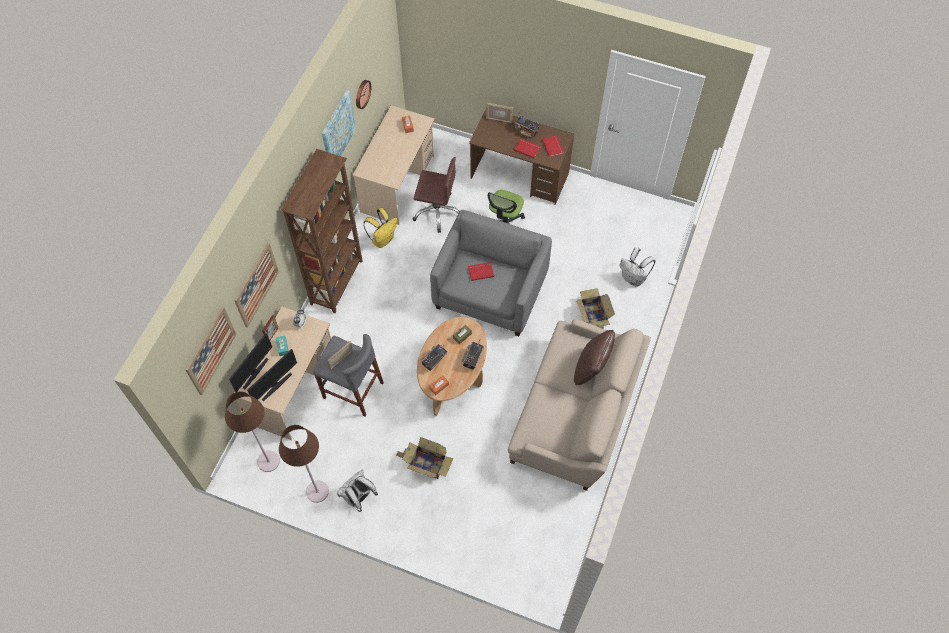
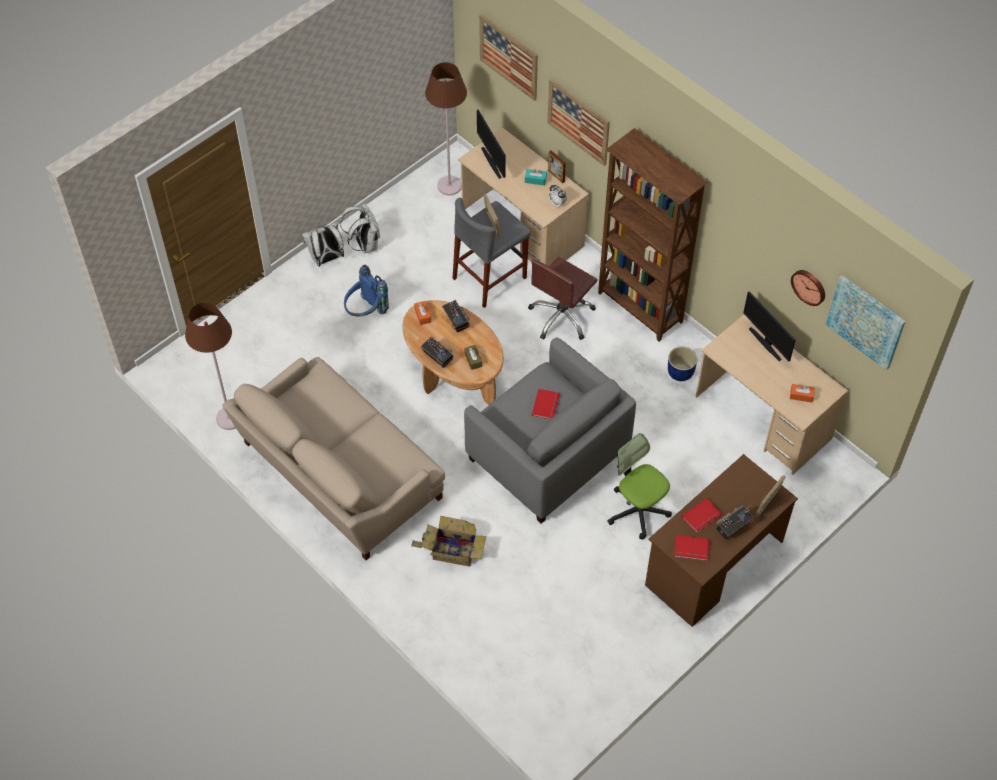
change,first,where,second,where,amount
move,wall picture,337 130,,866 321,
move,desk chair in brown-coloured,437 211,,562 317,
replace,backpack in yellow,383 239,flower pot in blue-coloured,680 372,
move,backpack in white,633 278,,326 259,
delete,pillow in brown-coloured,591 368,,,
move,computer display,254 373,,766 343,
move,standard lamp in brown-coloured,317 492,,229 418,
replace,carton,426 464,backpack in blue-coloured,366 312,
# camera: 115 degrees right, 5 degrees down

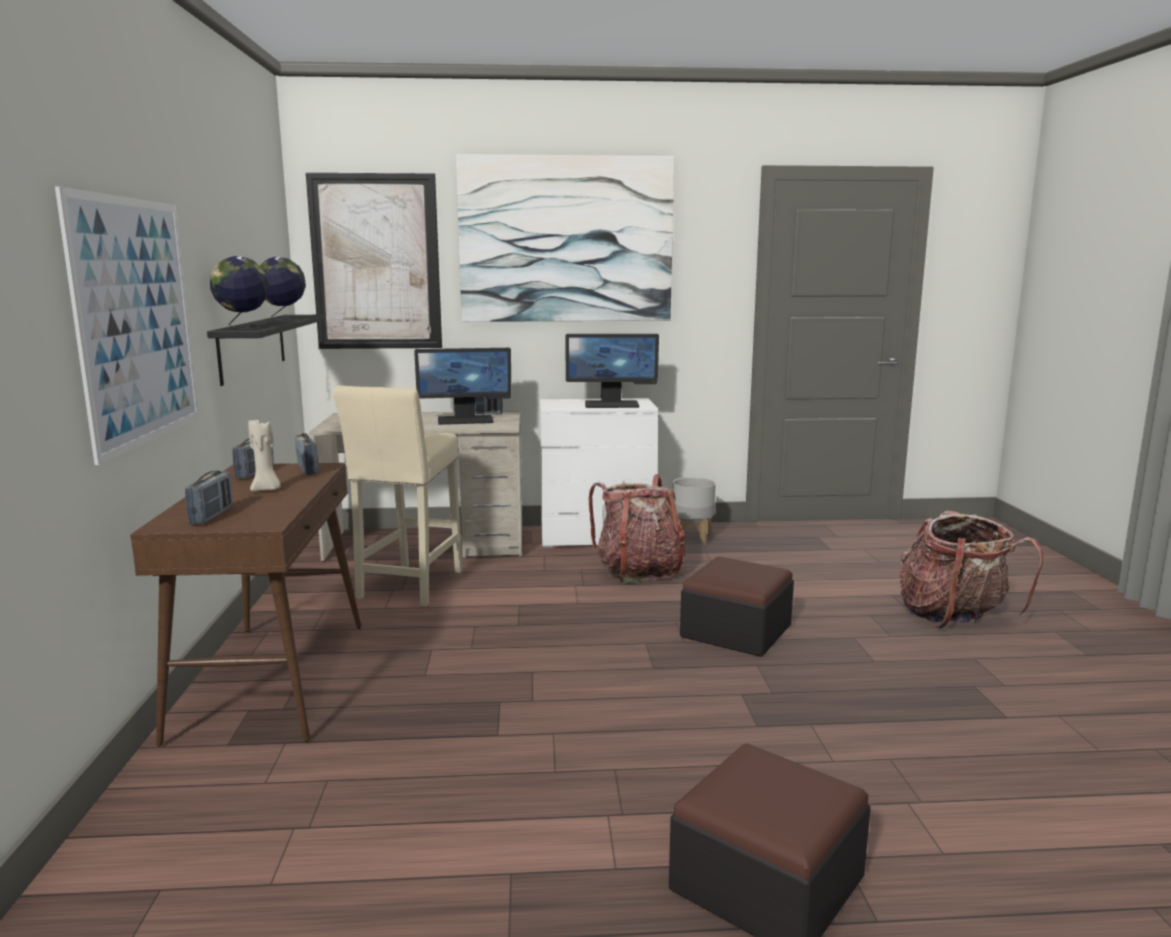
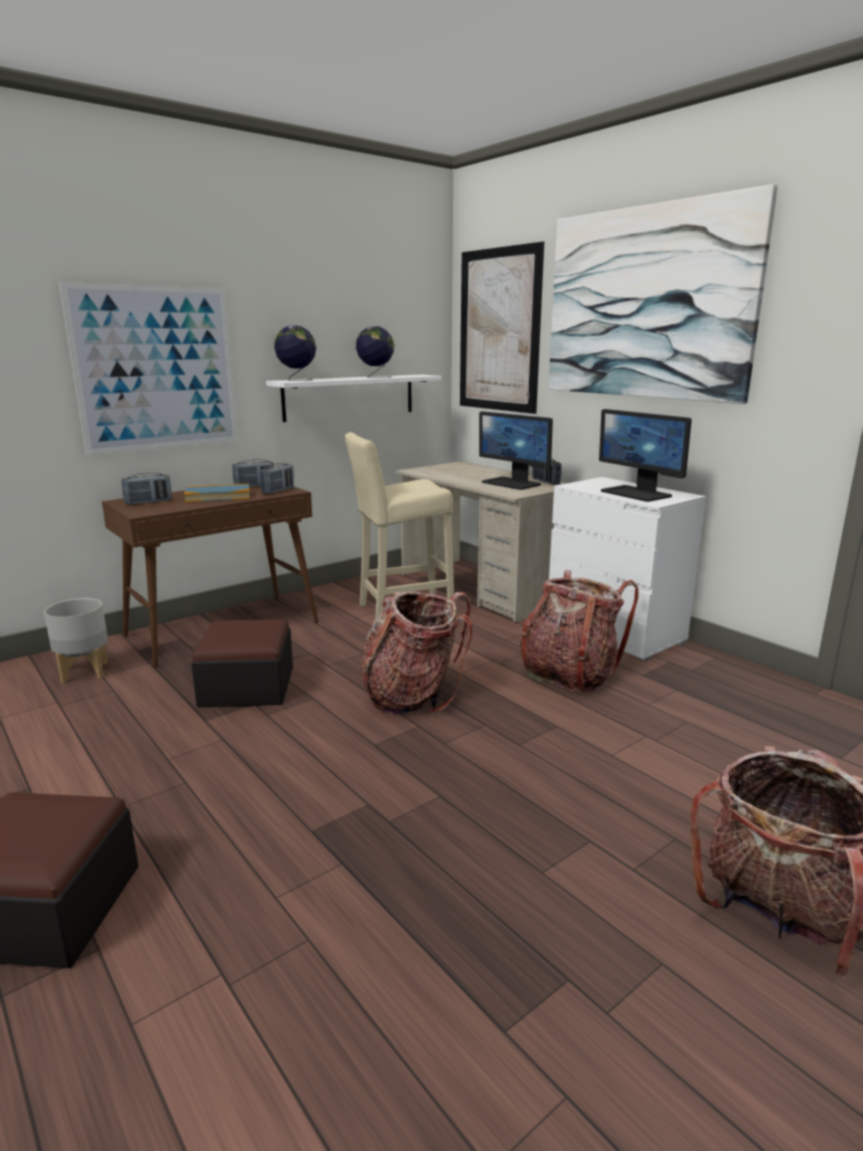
change,first,where,second,where,amount
recolor,shelf in black,253 347,shelf in white,350 397,
replace,candle in beige,266 489,bound book,218 496,
move,flower pot in gray,692 538,,85 672,
move,pouffe,736 631,,247 686,
insert,,,backpack,413 696,
# camera: 55 degrees right, 5 degrees up

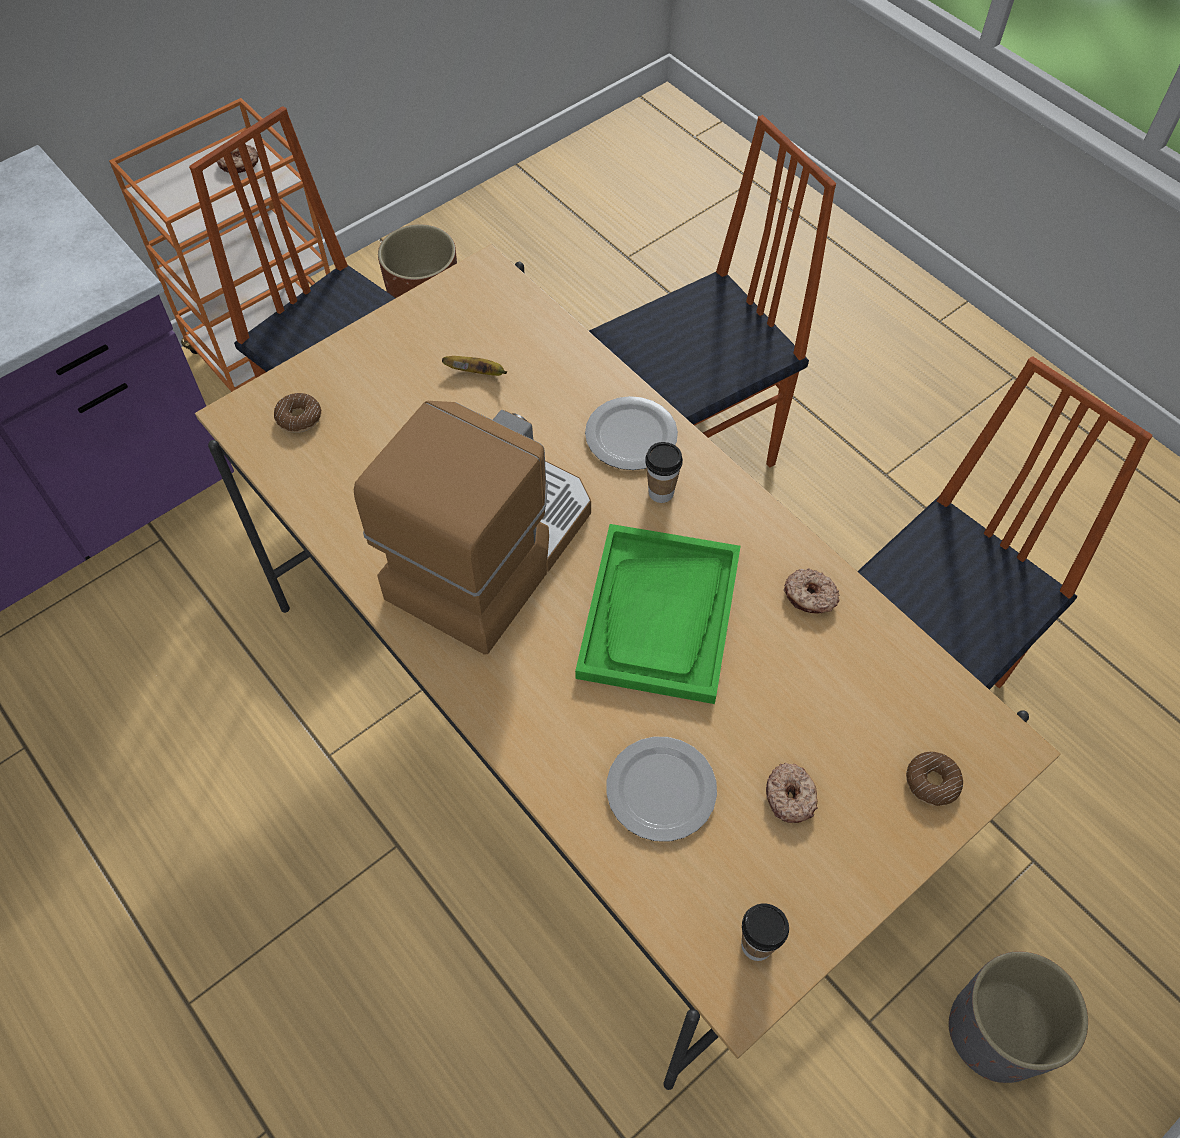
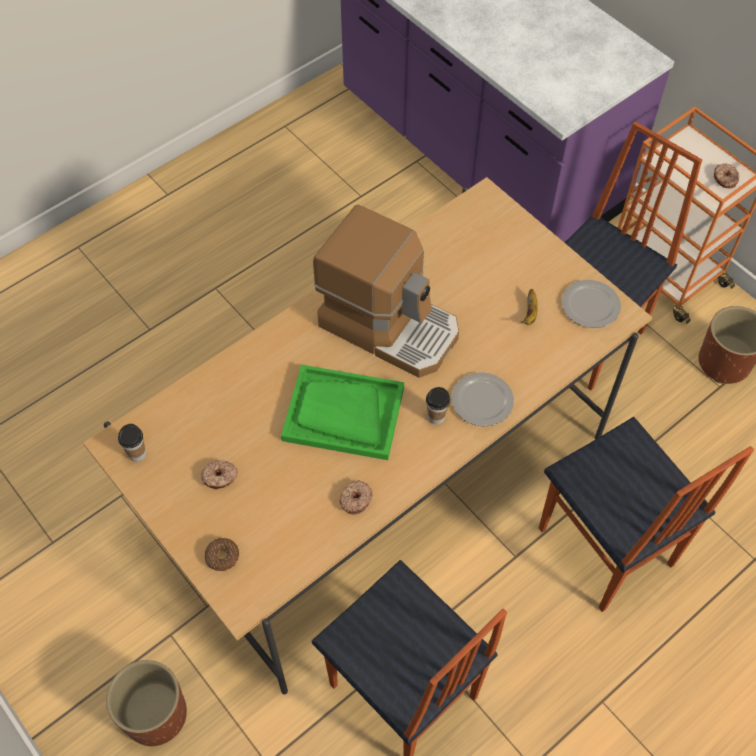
change,first,where,second,where,amount
delete,ring doughnut,299 418,,,
move,flat dish,659 789,,591 305,
recolor,flower pot in gray,996 1033,flower pot in brown-coloured,155 714,
# camera: 90 degrees right, 0 degrees up

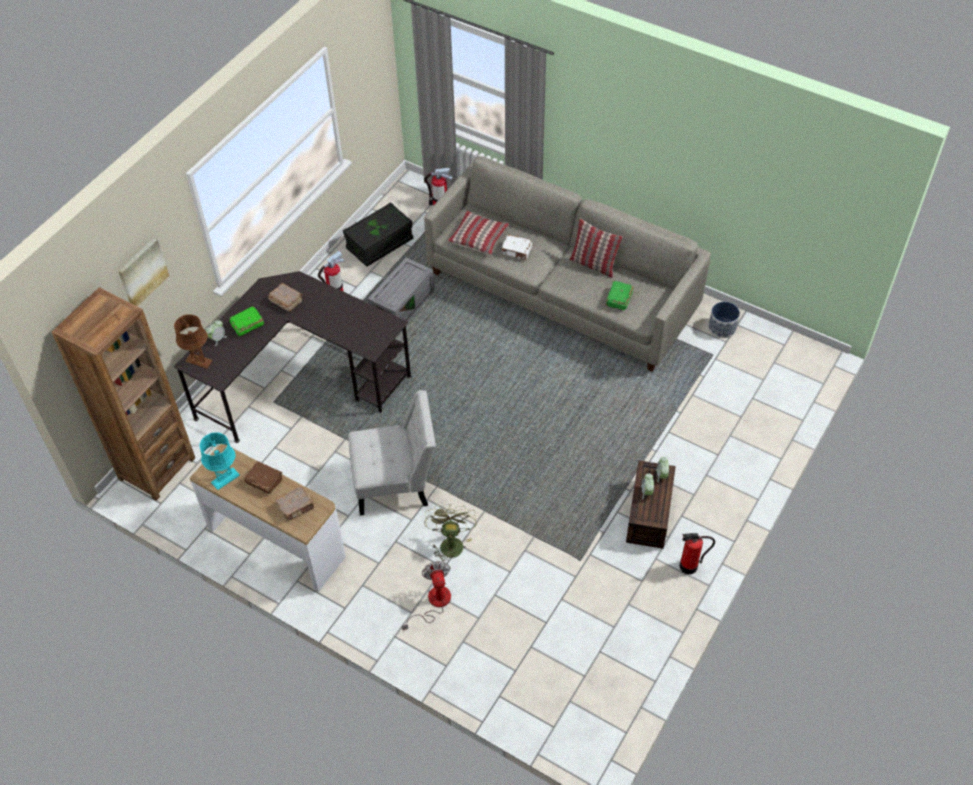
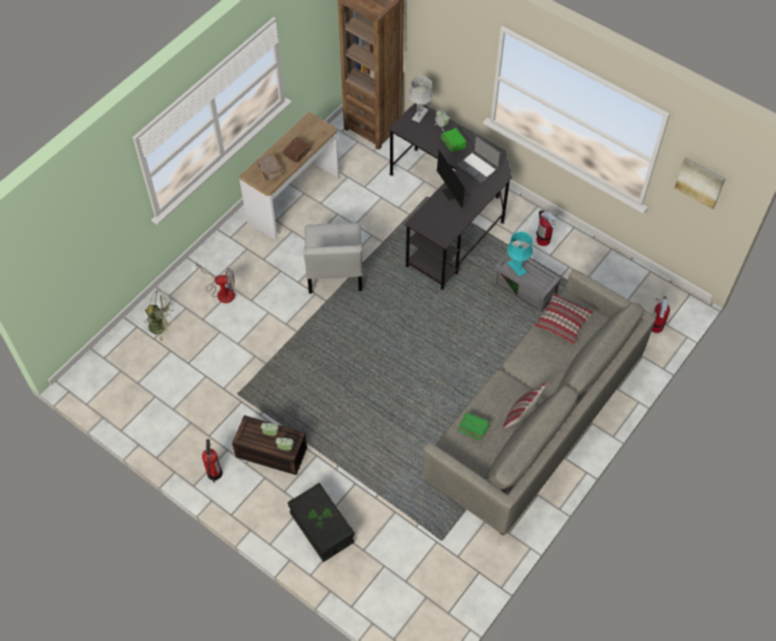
change,first,where,second,where,amount
move,storage container in black,379 244,,322 528,
delete,bound book in white,517 251,,,
move,wall picture,142 272,,700 182,
replace,bound book in brown-coloured,286 301,portable computer,478 167,
delete,flower pot,722 328,,,
recolor,tabletop lamp in brown-coloured,198 361,tabletop lamp in gray,420 114,
move,tabletop lamp in turquoise,225 478,,517 267,
move,electric fan in green,450 542,,162 326,
insert,,,computer display,452 195,
# camera: 95 degrees right, 5 degrees up

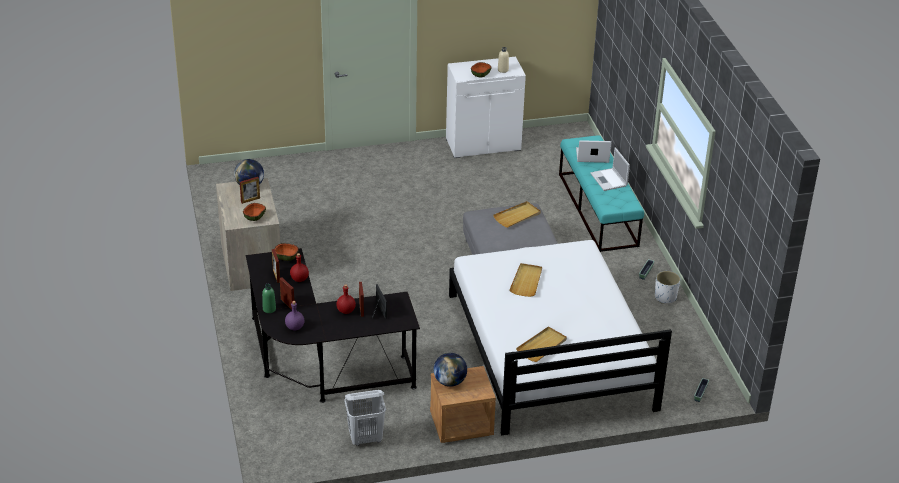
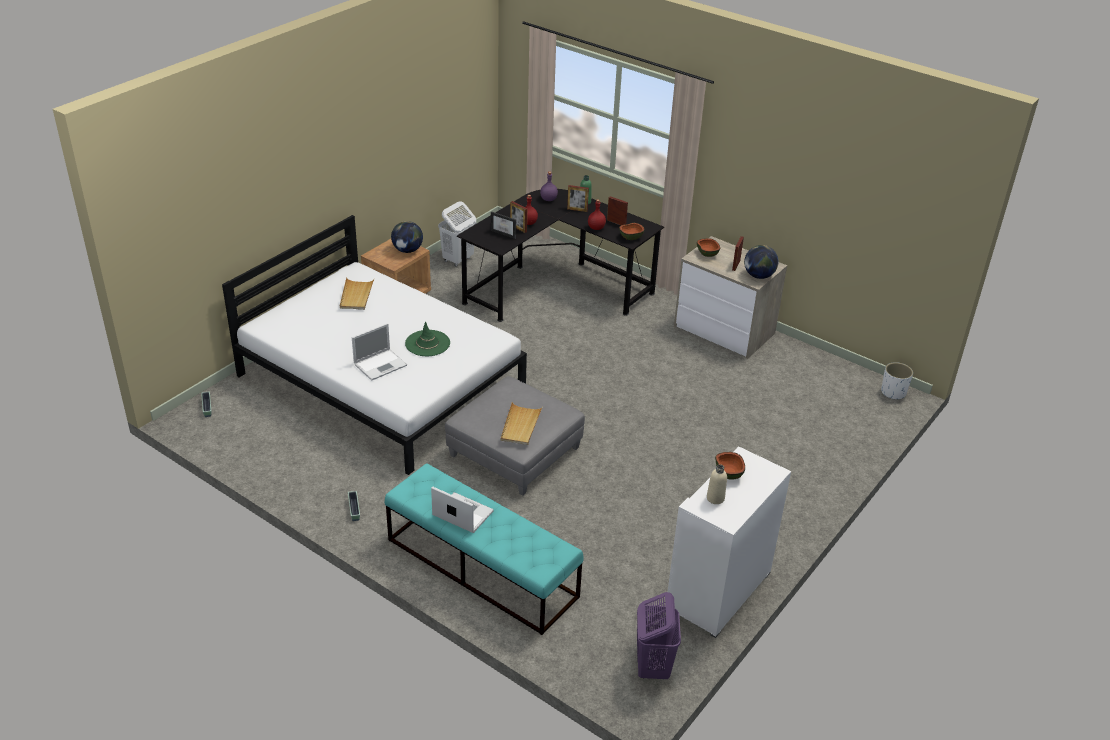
change,first,where,second,where,amount
move,portable computer,591 156,,381 364,
replace,serving tray in beige,526 281,hat in green,427 343,
move,flower pot in white,665 297,,893 392,
insert,,,laundry basket in purplish,652 666,
# camera: 140 degrees right, 0 degrees up

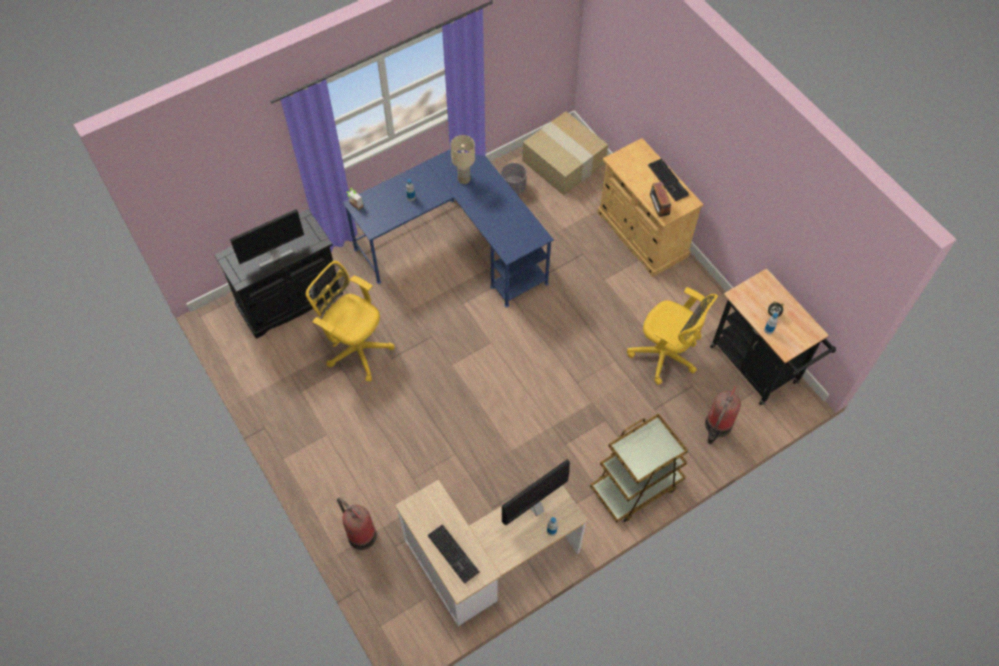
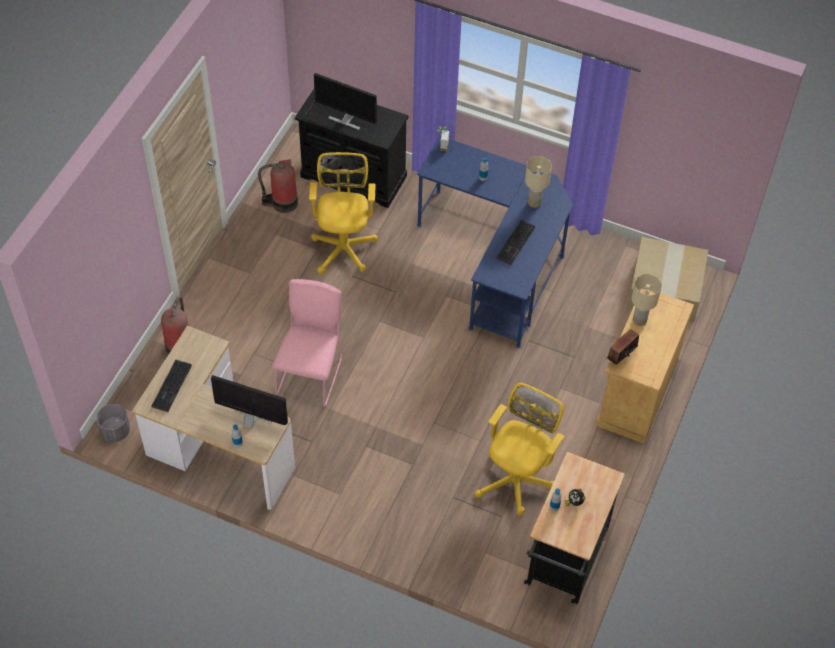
change,first,where,second,where,amount
move,keyboard,669 180,,516 244,
move,flower pot in gray,513 187,,116 431,
rotate,desk chair in yellow,665 356,,517 478,150 degrees counterclockwise
move,extinguisher,717 426,,282 203,
delete,trolley in brown-coloured,636 486,,,
insert,,,tabletop lamp in beige,639 320,
insert,,,upright chair in pink,311 372,
# camera: 55 degrees right, 5 degrees down

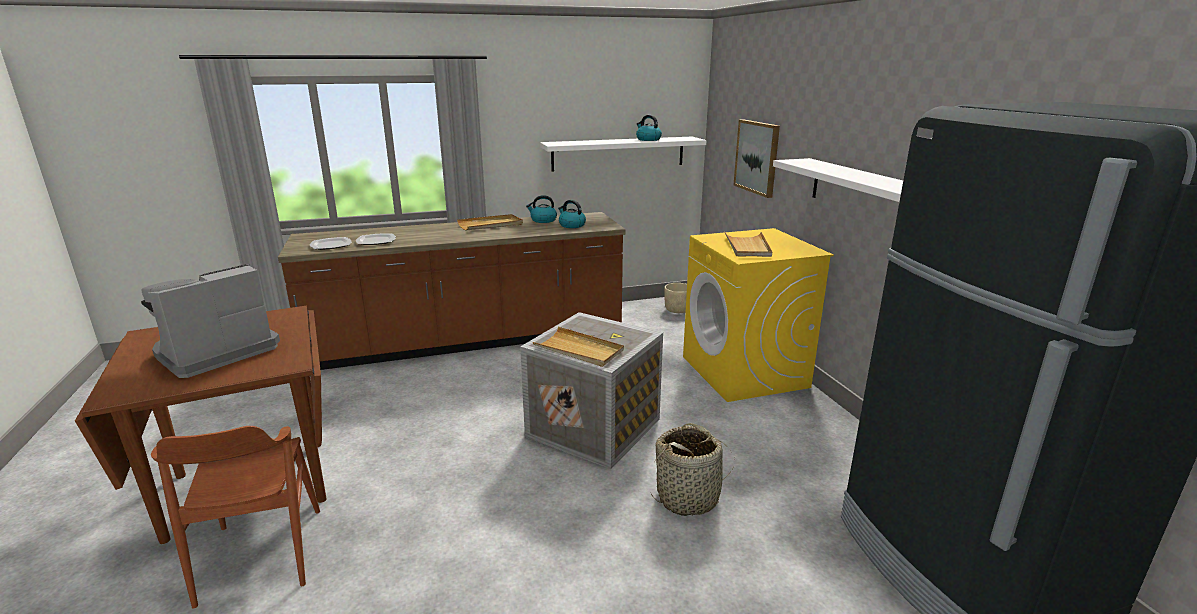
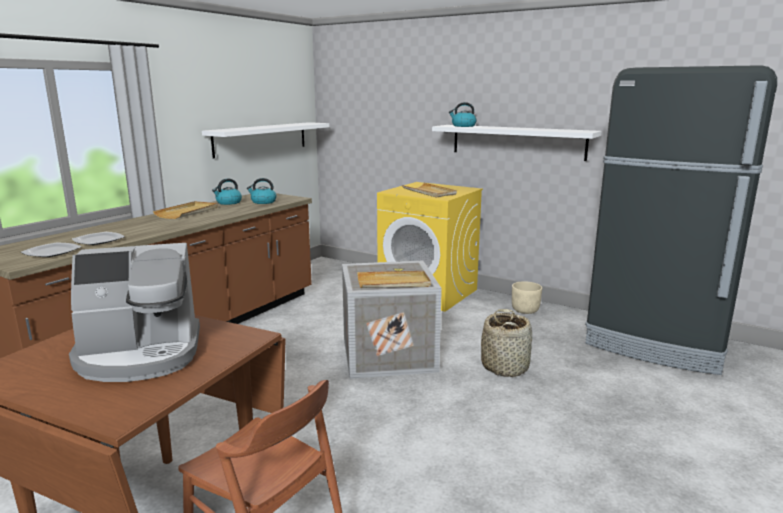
change,first,where,second,where,amount
move,water kettle,648 139,,463 126,
delete,wall picture,757 157,,,
rotate,coffee maker,215 352,,140 355,105 degrees counterclockwise
move,flower pot in beige,677 310,,525 310,
# camera: 40 degrees left, 5 degrees down

